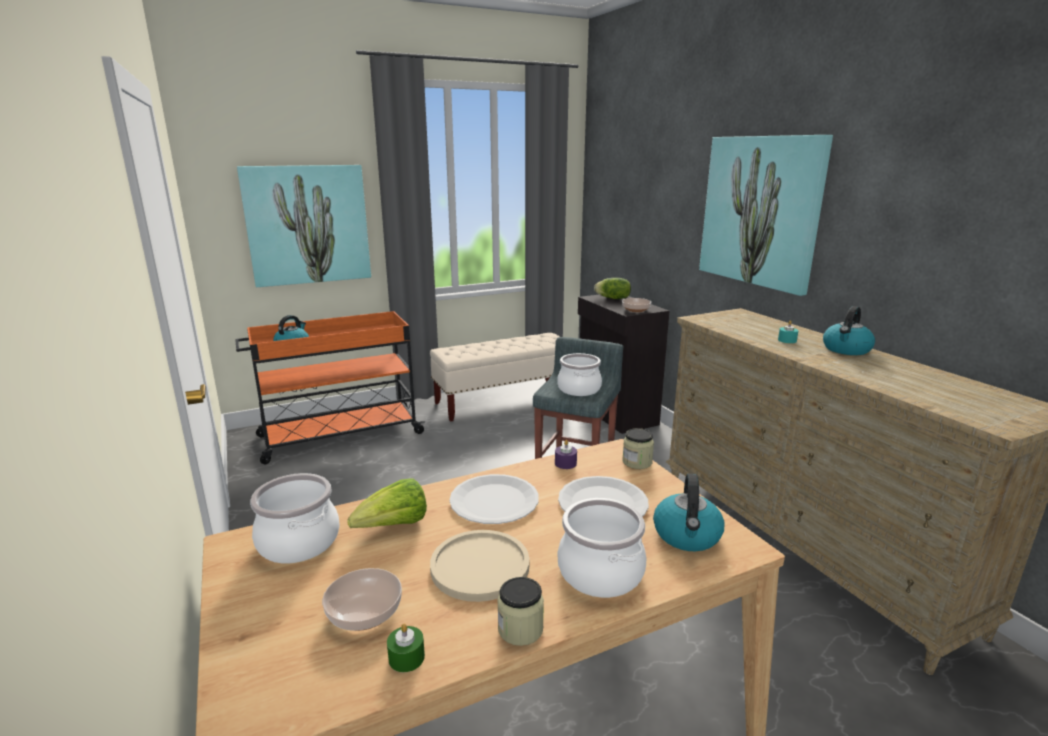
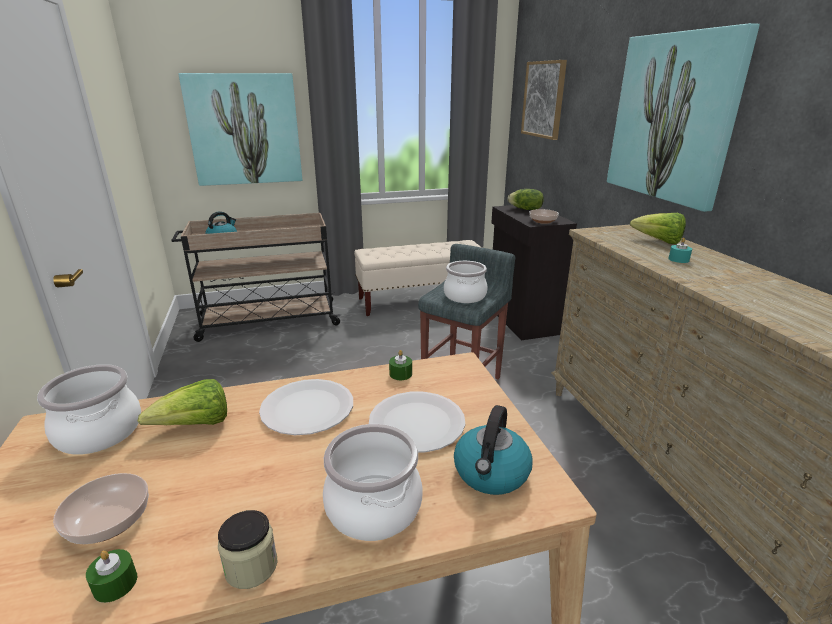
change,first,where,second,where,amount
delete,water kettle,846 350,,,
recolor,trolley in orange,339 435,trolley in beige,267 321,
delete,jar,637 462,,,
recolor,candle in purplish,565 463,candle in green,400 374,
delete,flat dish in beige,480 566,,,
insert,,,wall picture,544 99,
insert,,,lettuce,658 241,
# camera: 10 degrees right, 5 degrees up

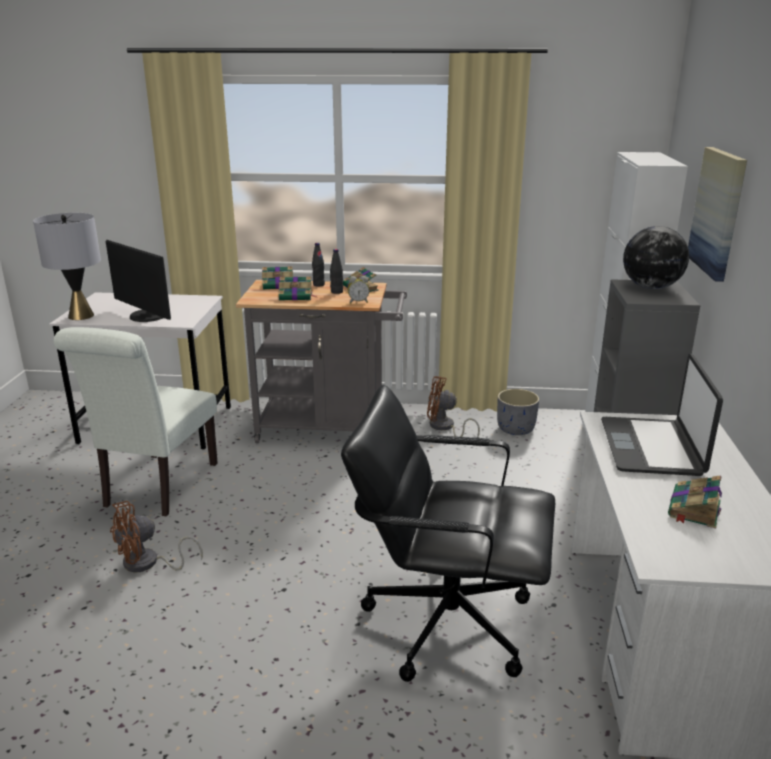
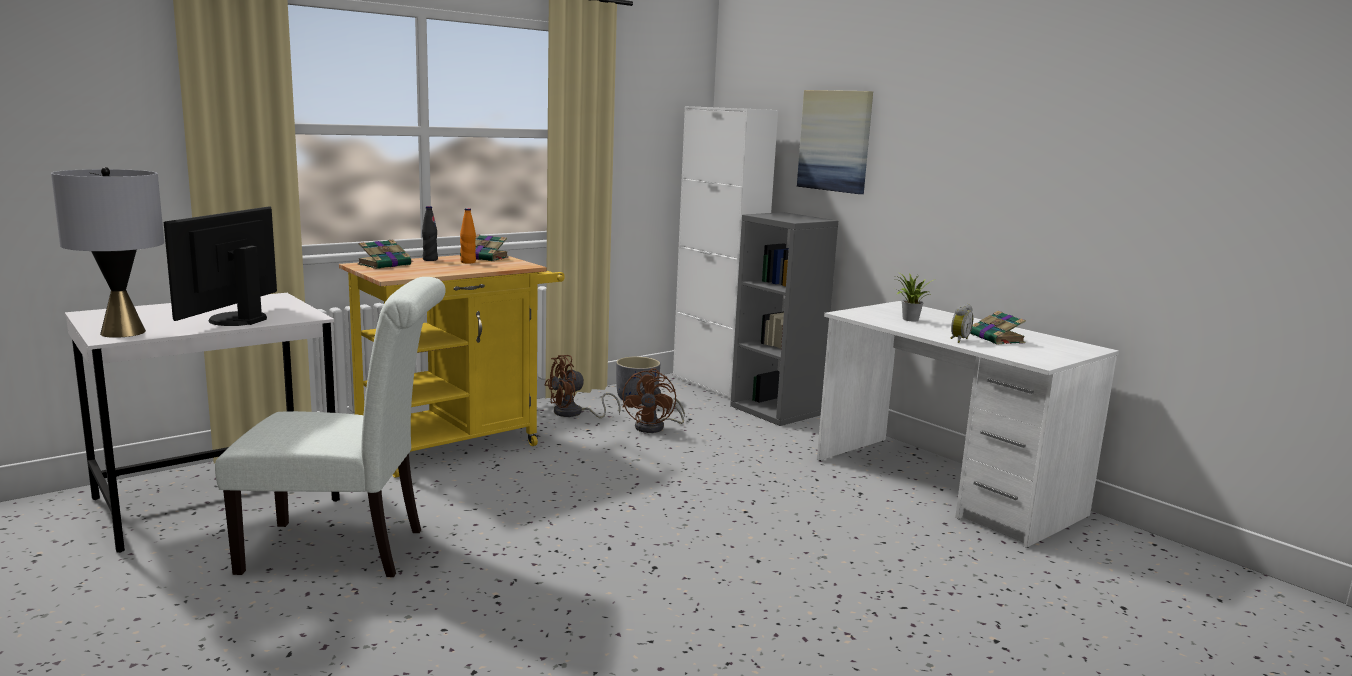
change,first,where,second,where,amount
delete,desk globe,651 287,,,
rotate,computer display,146 316,,235 319,105 degrees clockwise
recolor,drink bottle in black,336 292,drink bottle in orange,468 262,
delete,bound book,296 296,,,
move,table clock,358 302,,958 340,
recolor,trolley in gray,329 429,trolley in yellow,459 444,
rotate,upright chair in white,157 488,,345 550,60 degrees counterclockwise
replace,portable computer,652 448,plant in a pot,909 319,
delete,desk chair in black,447 621,,,
move,electric fan in brown-coloured,148 564,,655 427,
# camera: 45 degrees left, 10 degrees down

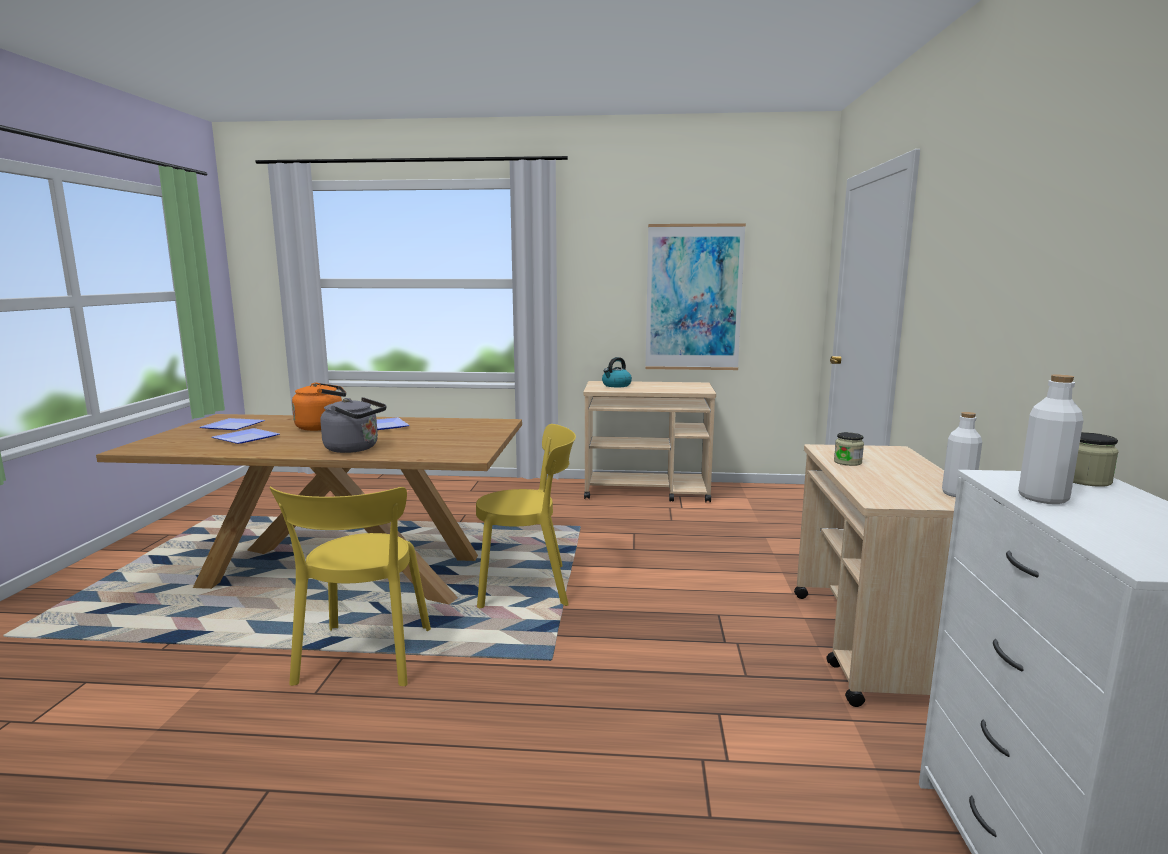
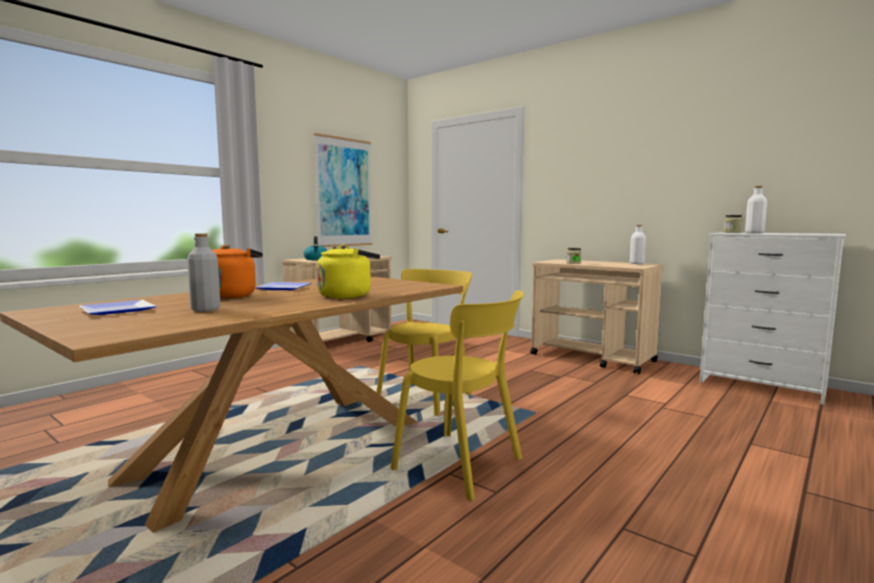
change,first,where,second,where,amount
recolor,water kettle in gray,355 448,water kettle in yellow,347 295,
replace,flat dish,248 438,drink bottle in gray,205 309,
# camera: 55 degrees left, 5 degrees down

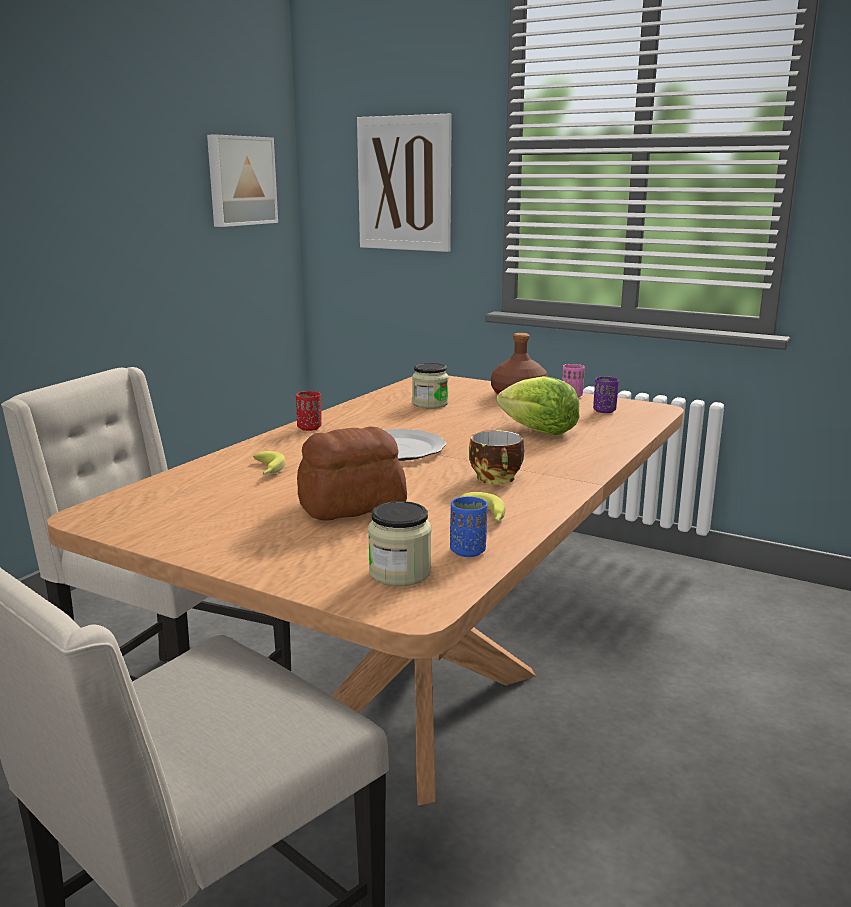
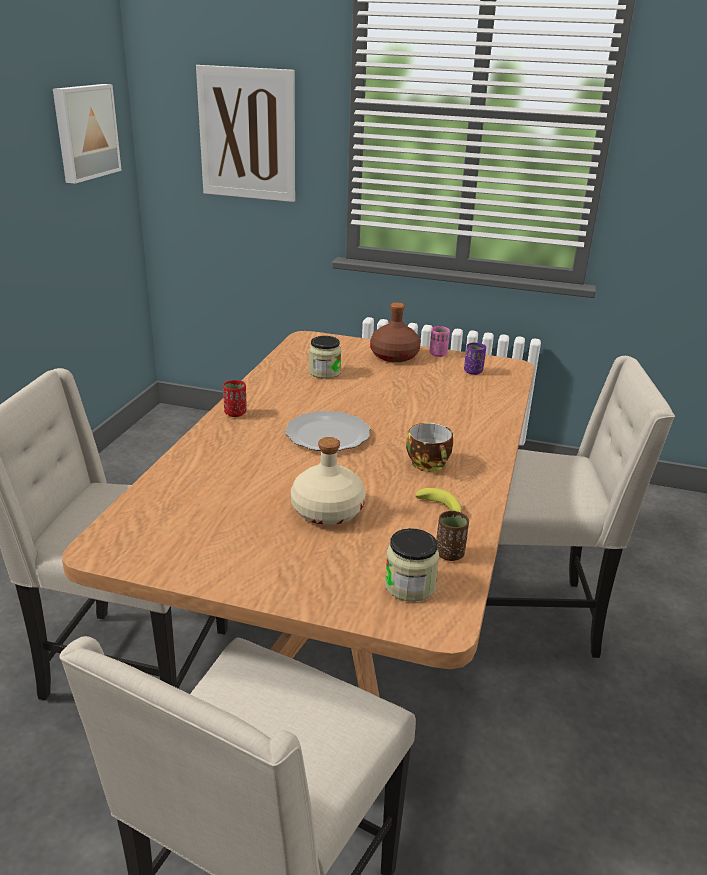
change,first,where,second,where,amount
delete,lettuce,538 431,,,
replace,baked bread,350 506,drink bottle in beige,326 510,
delete,banana,267 470,,,
recolor,drinking cup in blue-coloured,468 551,drinking cup in brown-coloured,449 554,
insert,,,upright chair in beige,526 614,
# camera: 15 degrees left, 10 degrees up

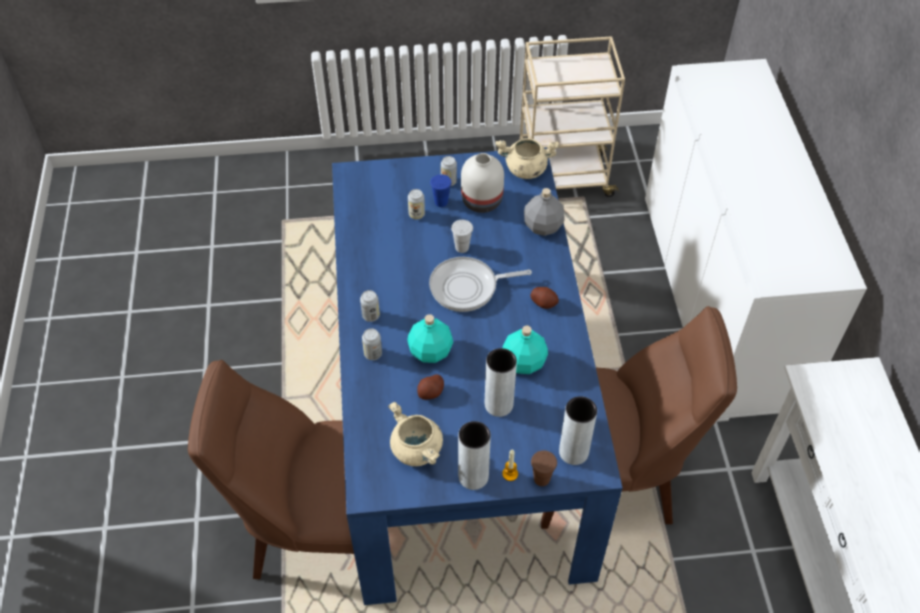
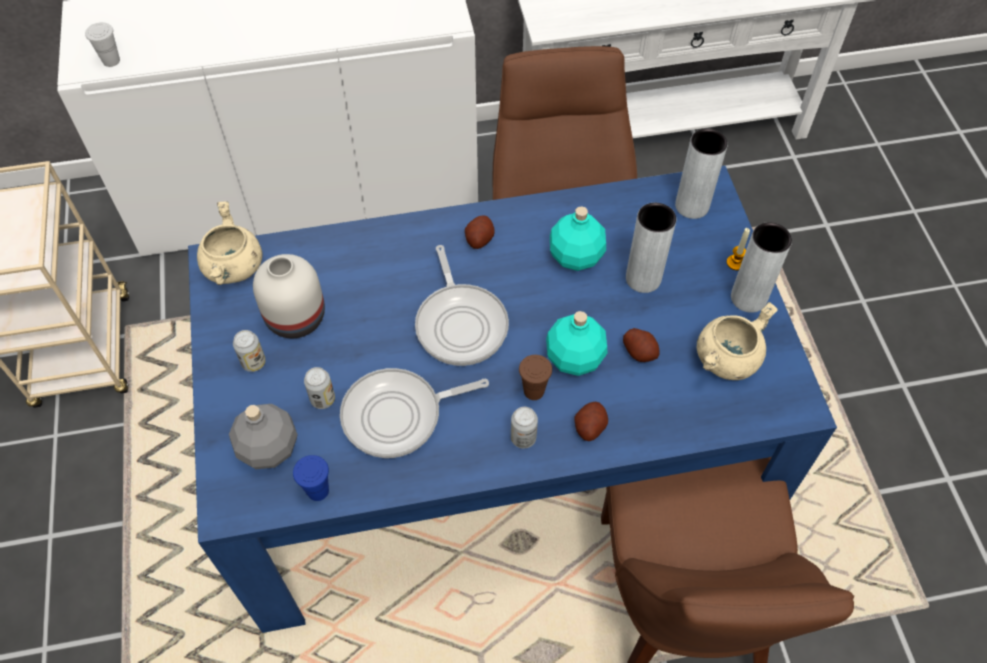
change,first,where,second,where,amount
move,drinking cup in blue-coloured,441 202,,318 491,
move,drink bottle in gray,543 226,,267 448,
move,drinking cup in white,462 247,,111 61,
replace,can,373 354,spud,589 427,
move,drinking cup in brown-coloured,541 479,,534 391,
insert,,,skillet,398 415,
# camera: 95 degrees left, 5 degrees up

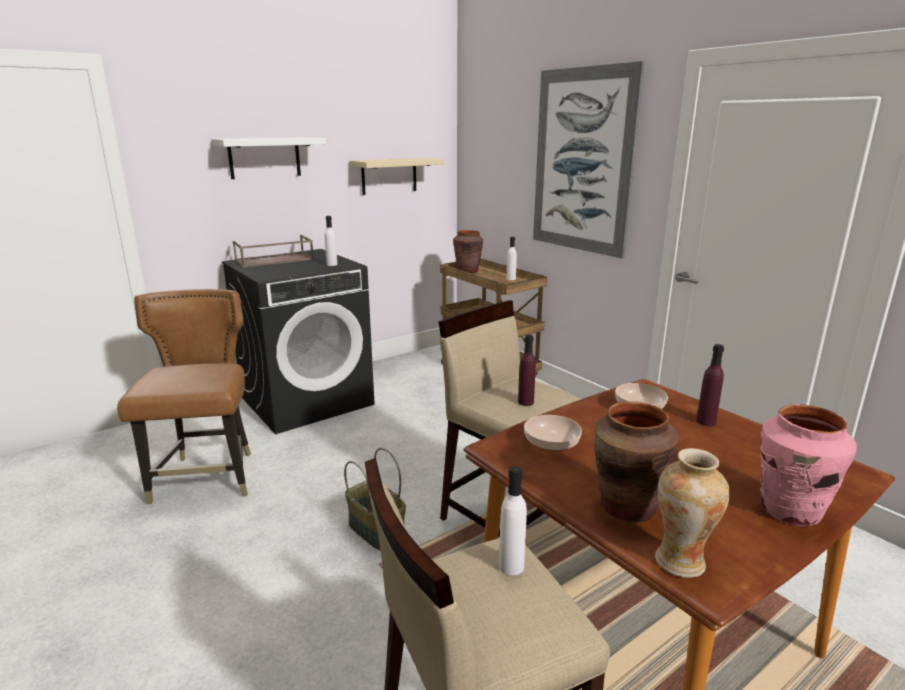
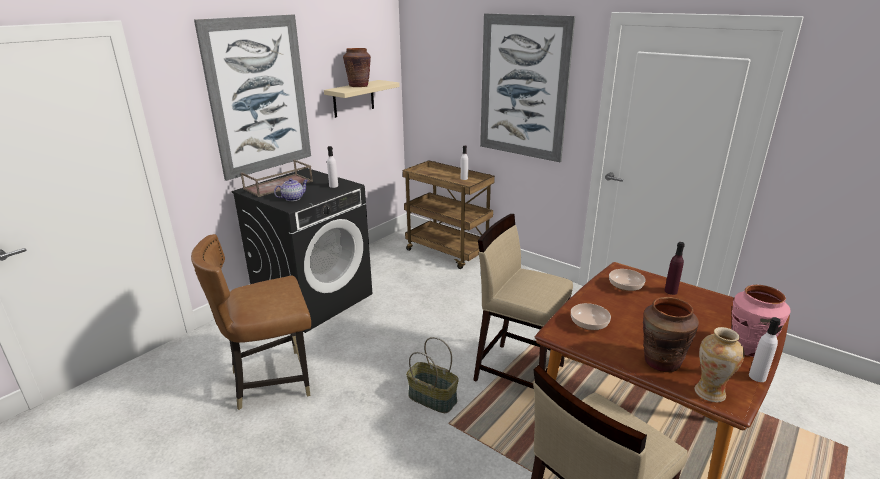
change,first,where,second,where,amount
replace,shelf in white,264 157,wall picture,259 96,
move,decorative vase in brown-coloured,467 271,,359 86,
rotate,upright chair in brown-coloured,207 478,,271 380,90 degrees counterclockwise
delete,drink bottle in purplish,525 402,,,
move,drink bottle in white,511 566,,757 377,
insert,,,tea pot,292 198,
# camera: 15 degrees left, 5 degrees up

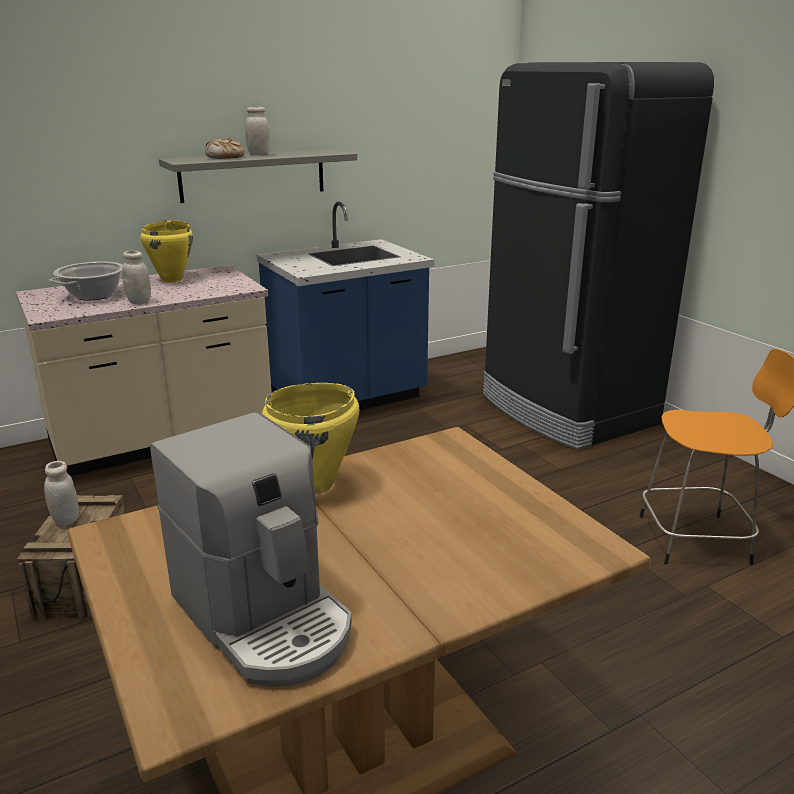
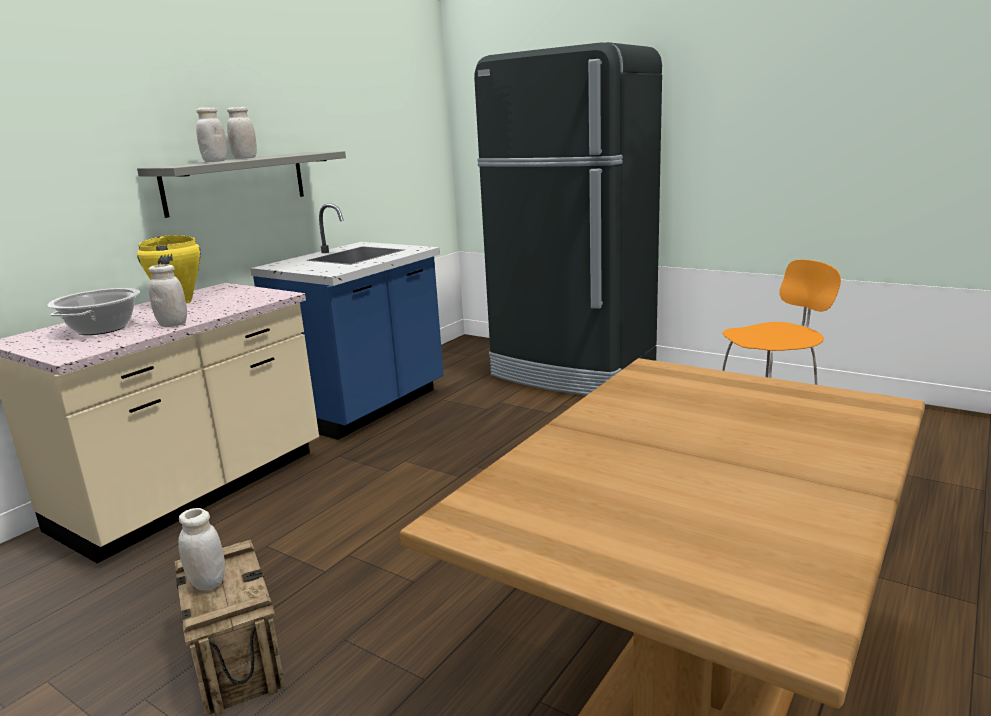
change,first,where,second,where,amount
replace,baked bread,225 157,jar in white,215 161,
delete,cooking pot in yellow,315 485,,,
delete,coffee maker,264 618,,,
# camera: 25 degrees left, 5 degrees down

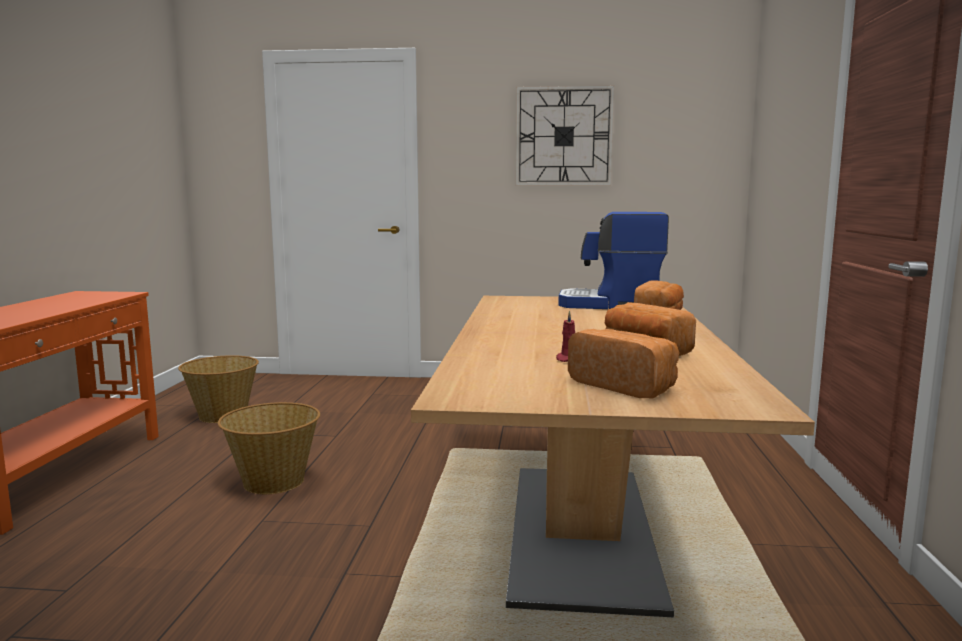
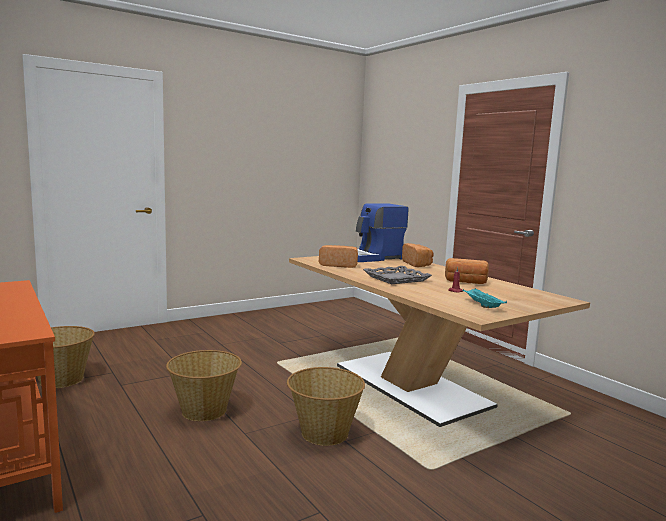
change,first,where,second,where,amount
delete,wall clock,564 136,,,
move,baked bread,625 386,,338 265,
insert,,,serving tray in gray,396 279,
insert,,,serving tray in turquoise,482 305,
insert,,,household basket,324 433,
# camera: 40 degrees left, 0 degrees up

